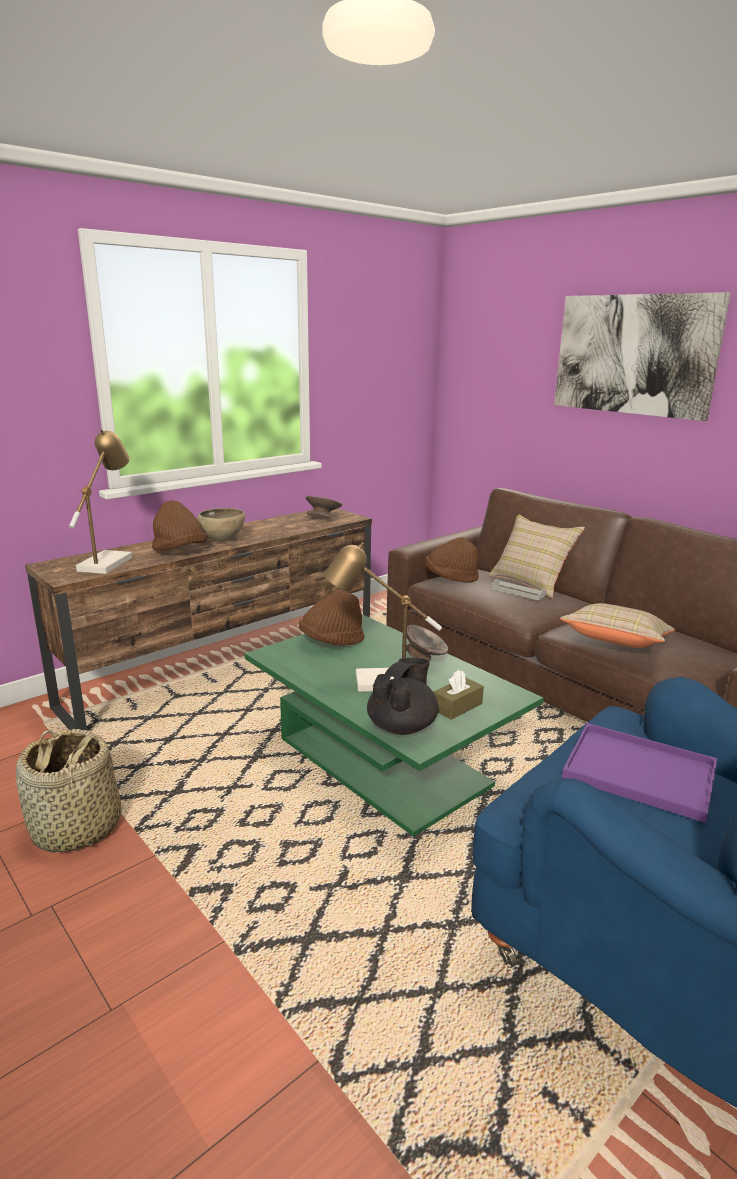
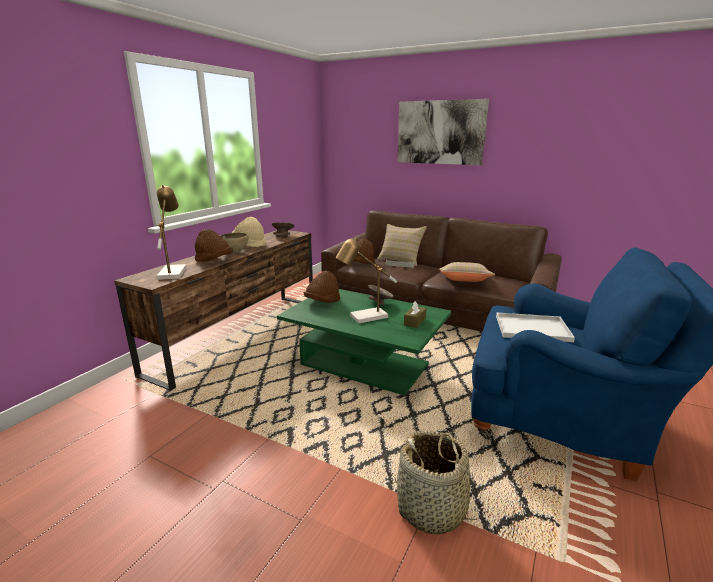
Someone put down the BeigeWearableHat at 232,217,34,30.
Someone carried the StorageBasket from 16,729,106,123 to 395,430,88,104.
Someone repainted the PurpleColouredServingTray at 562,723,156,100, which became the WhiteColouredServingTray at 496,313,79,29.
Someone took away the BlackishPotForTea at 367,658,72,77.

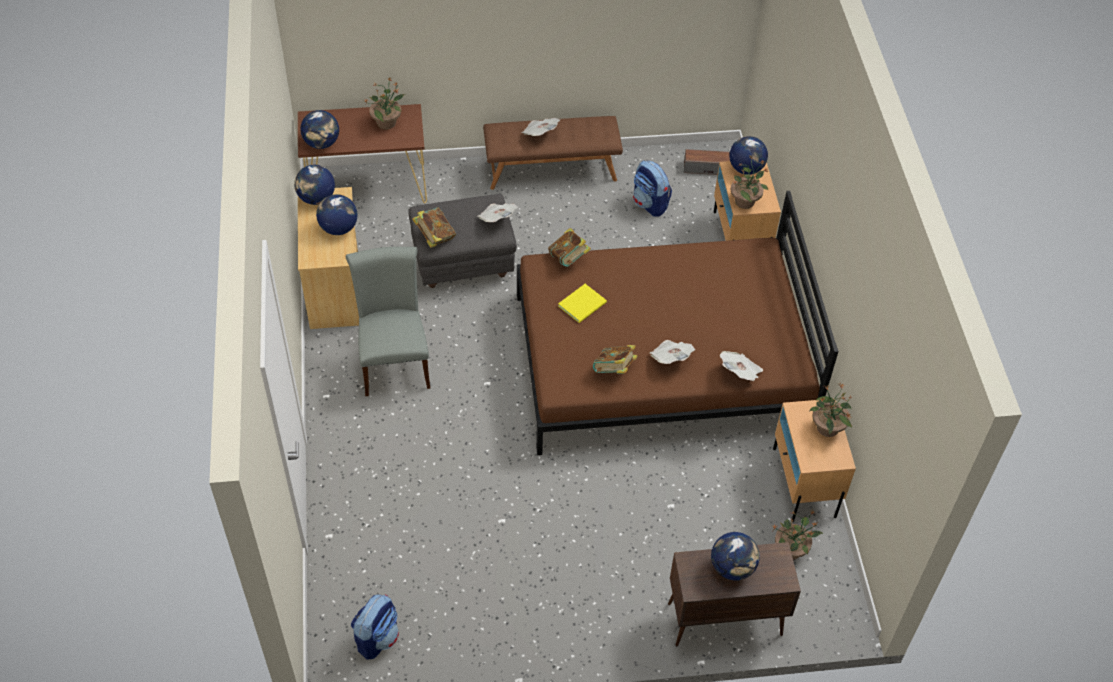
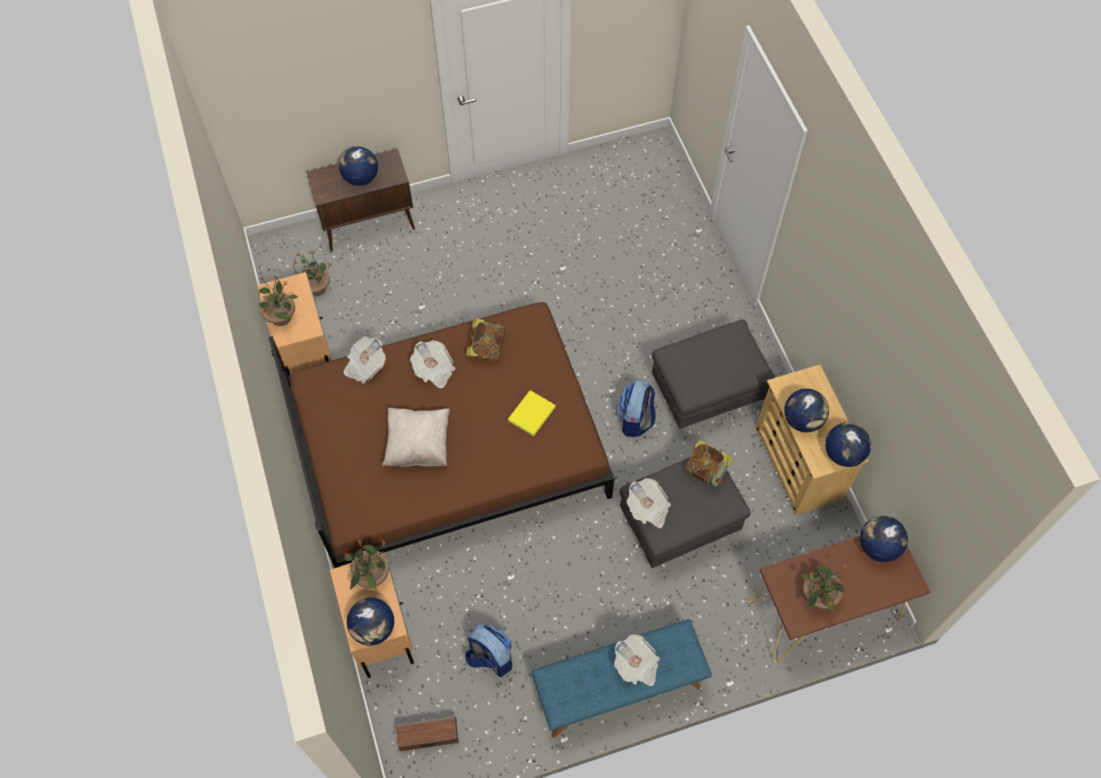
Someone put down the BeigeCushion at 382,408,68,59.
Someone repainted the BrownLongSeat at 483,116,140,74, which became the BluishLongSeat at 531,619,181,119.
Someone carried the Knapsack from 351,594,48,66 to 616,379,40,58.
Someone swapped the GreyishPlainChair at 346,247,85,149 for the GreyishFootrest at 652,319,123,110.
Someone took away the Volume at 548,228,43,39.

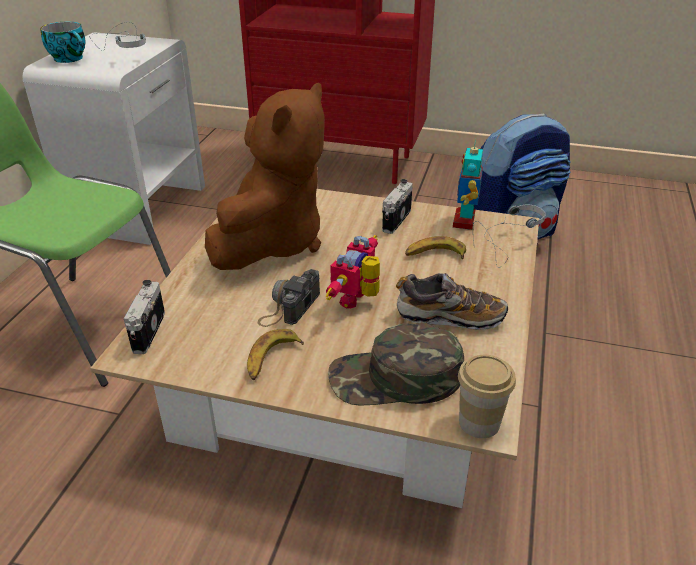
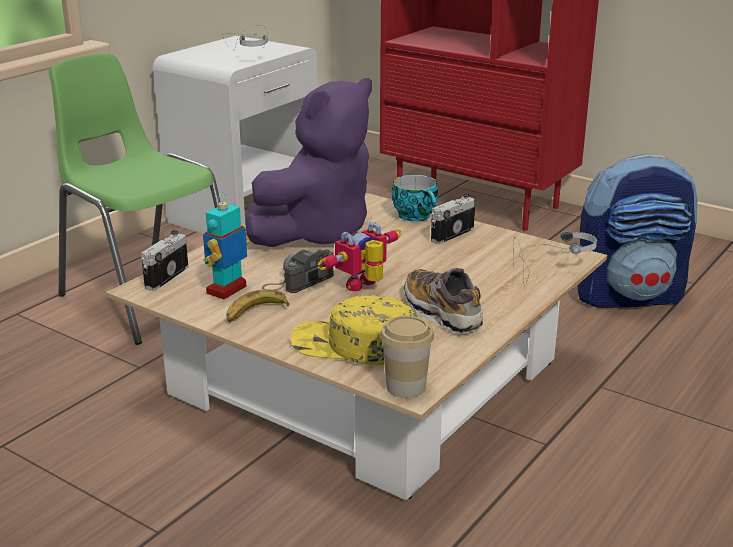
Someone carried the ToyRobot from 453,139,30,91 to 203,193,47,106.
Someone repainted the BrownCuddlyToy at 205,83,120,187, which became the PurpleColouredCuddlyToy at 246,78,126,169.
Someone repainted the GreenCap at 328,322,136,84, which became the YellowColouredCap at 291,295,126,70.
Someone carried the SmallCup from 40,22,46,41 to 392,175,46,47.
Someone rotated the Shoe at 396,273,112,57 by 150 degrees counterclockwise.
Someone took away the BananaFruit at 405,236,61,23.

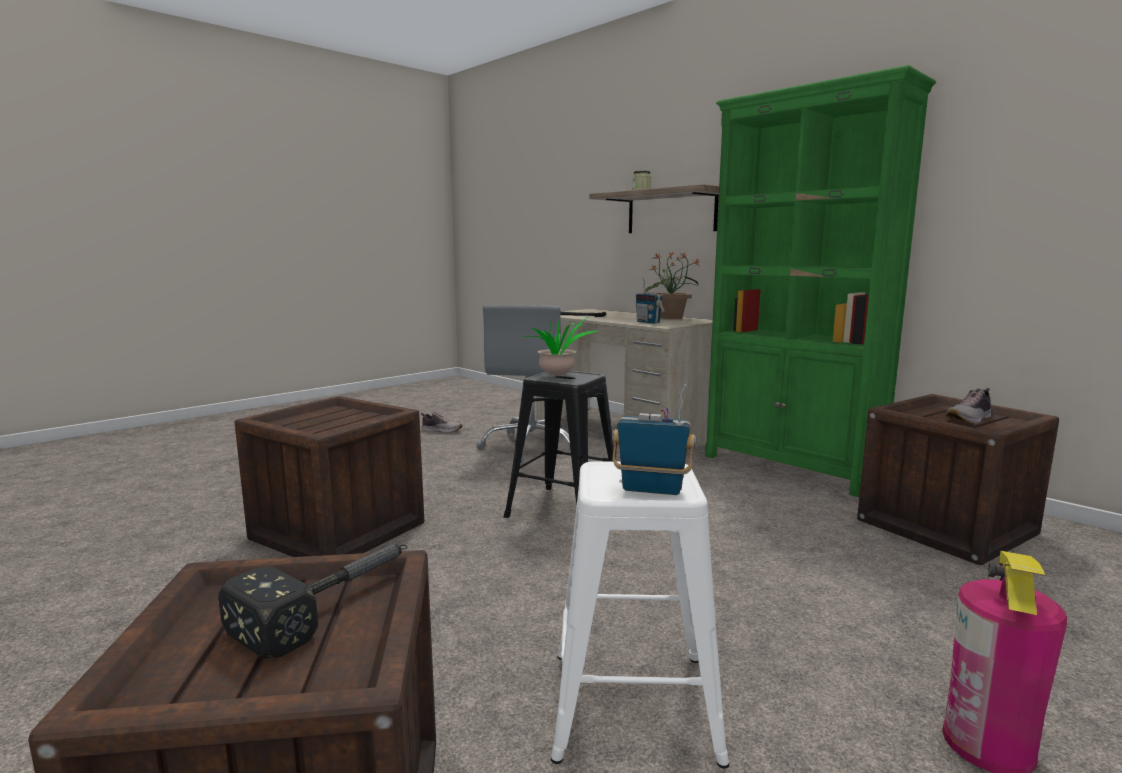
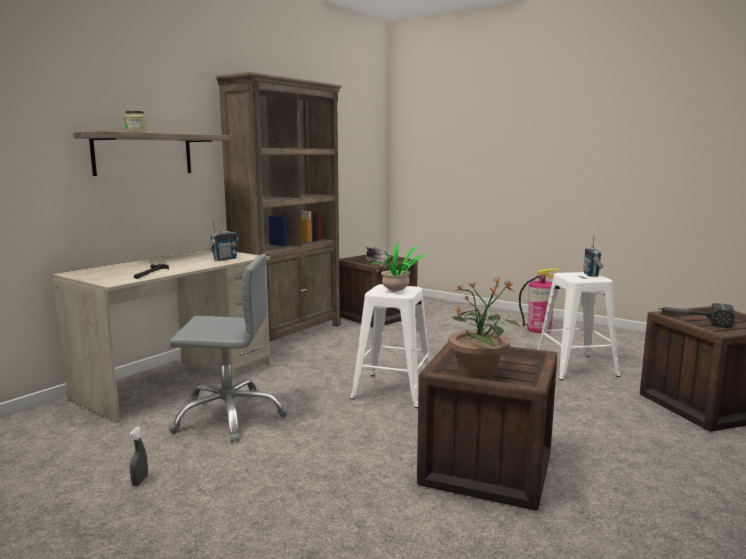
Someone swapped the Shoe at 421,413,41,20 for the GreyishSprayer at 129,427,19,59.
Someone repainted the GreenShelvingUnit at 705,65,231,432, which became the BrownShelvingUnit at 216,72,126,270.
Someone repainted the BlackishStoolSeat at 503,371,111,147, which became the WhiteColouredStoolSeat at 350,284,80,124.
Someone carried the PlantInAPot from 646,252,54,67 to 448,276,73,103.

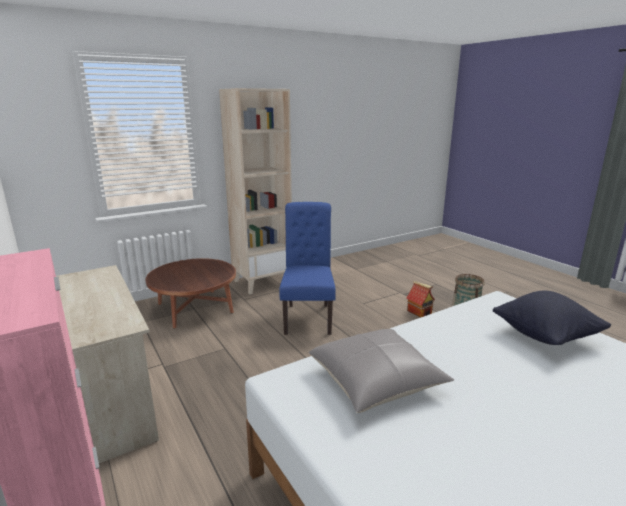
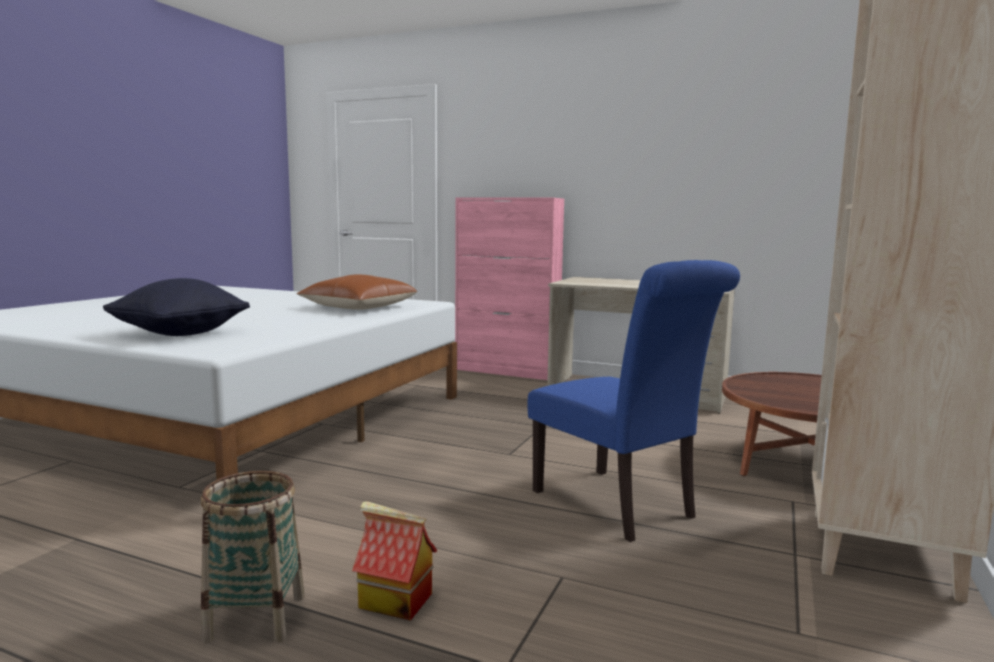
Someone repainted the GreyishCushion at 309,329,145,84, which became the BrownCushion at 296,275,121,35.

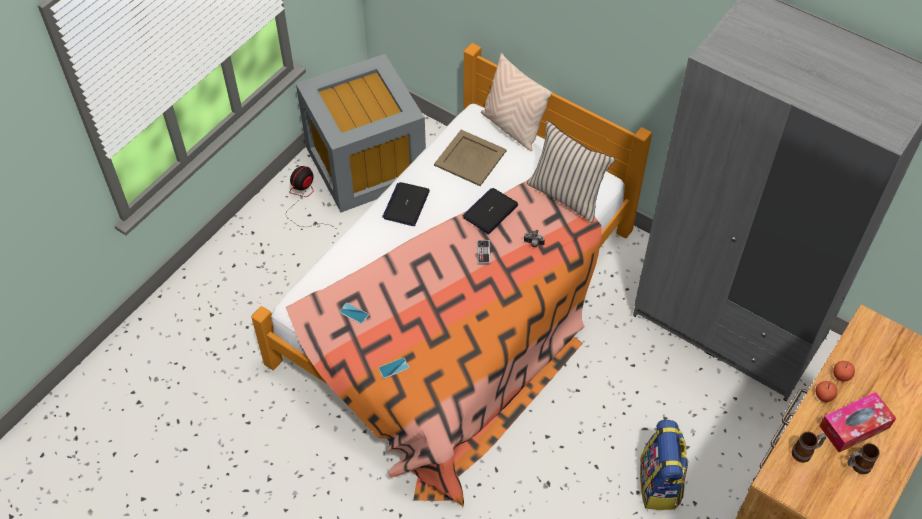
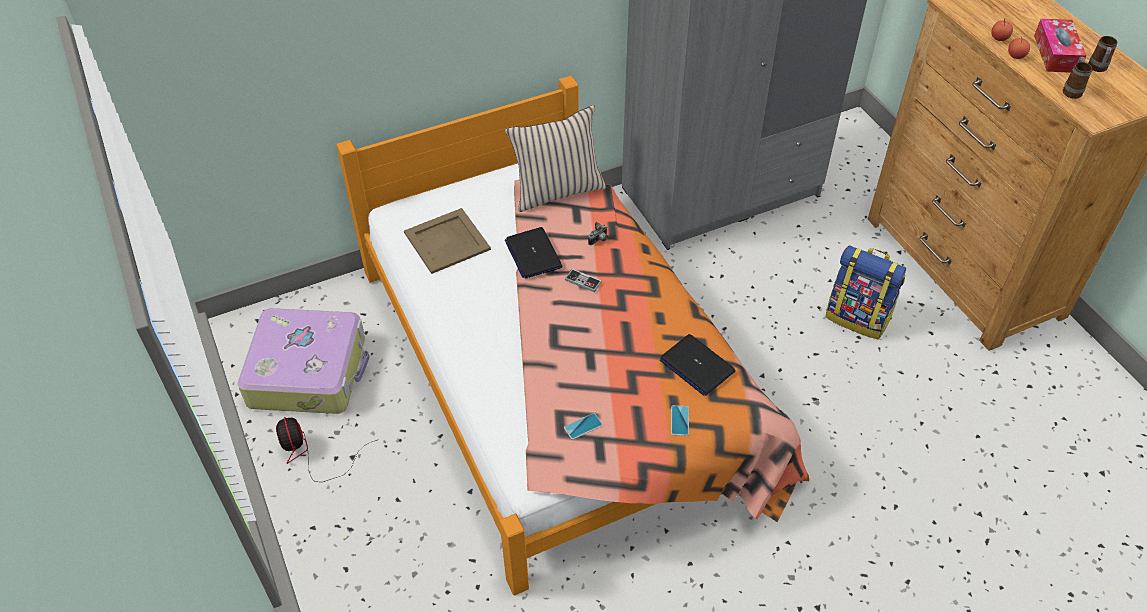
Someone swapped the GreyishStorageBox at 296,54,130,158 for the TravelCase at 238,308,132,106.
Someone carried the Laptop from 382,182,48,44 to 660,334,76,62.
Someone took away the BeigeCushion at 481,53,72,98.

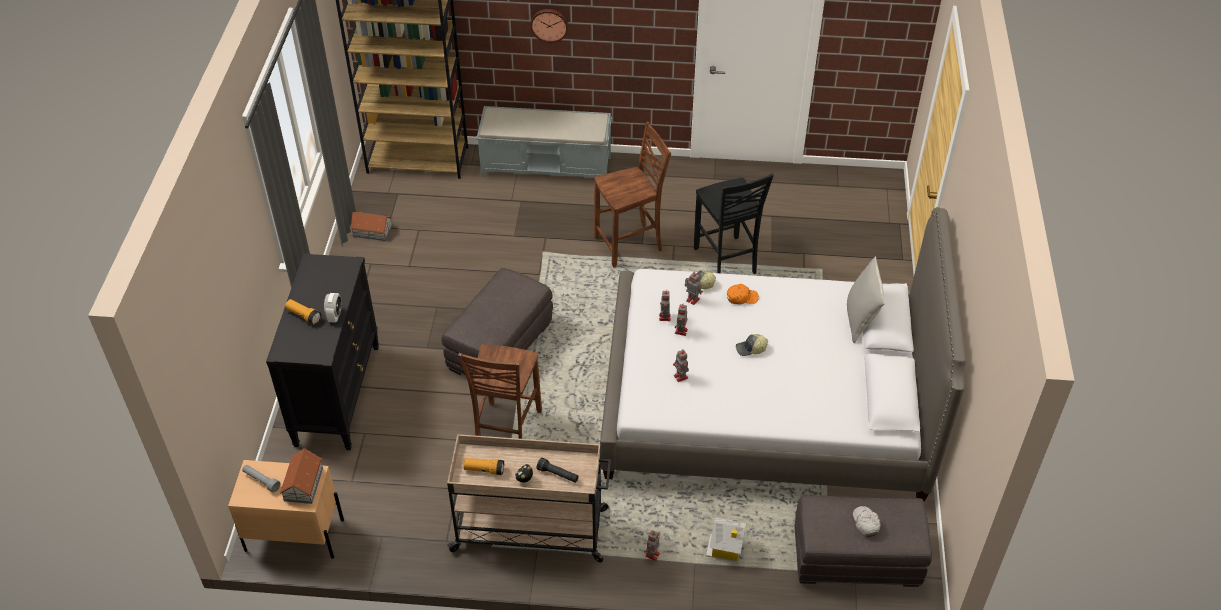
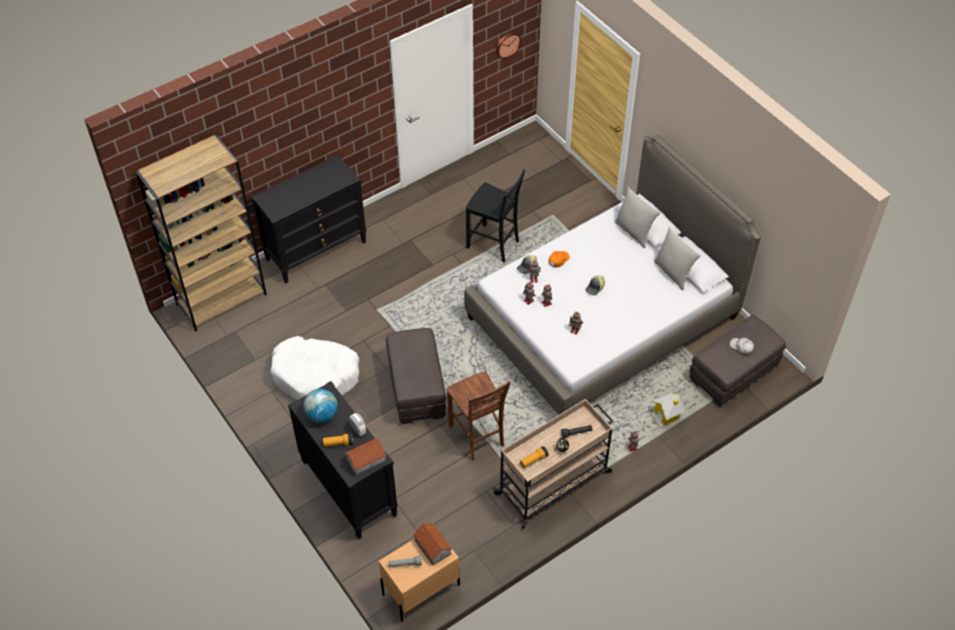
Someone swapped the GreyishLongSeat at 476,106,136,72 for the BlackishDresser at 251,155,115,128.
Someone put down the WhiteColouredPetBed at 270,336,89,64.
Someone put down the DeskGlobe at 303,389,35,34.
Someone carried the MiniatureHouse from 350,212,43,29 to 344,438,43,38.
Someone carried the WallClock from 530,9,38,34 to 496,32,25,27.
Someone put down the GreyishCushion at 654,227,47,63.
Someone took away the BrownPlainChair at 594,122,77,146.

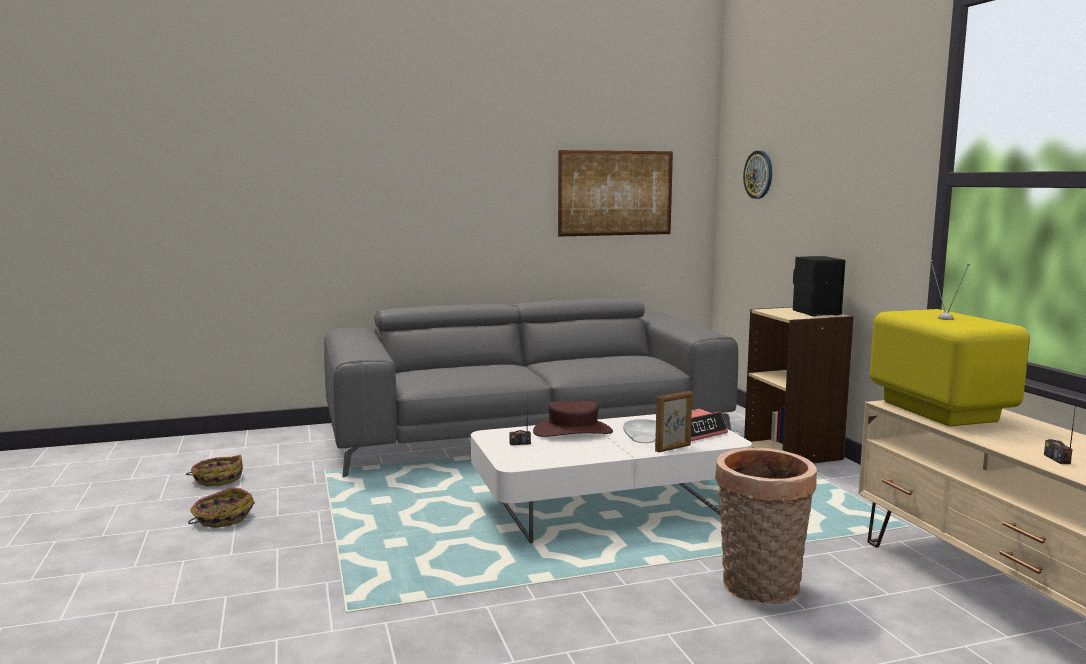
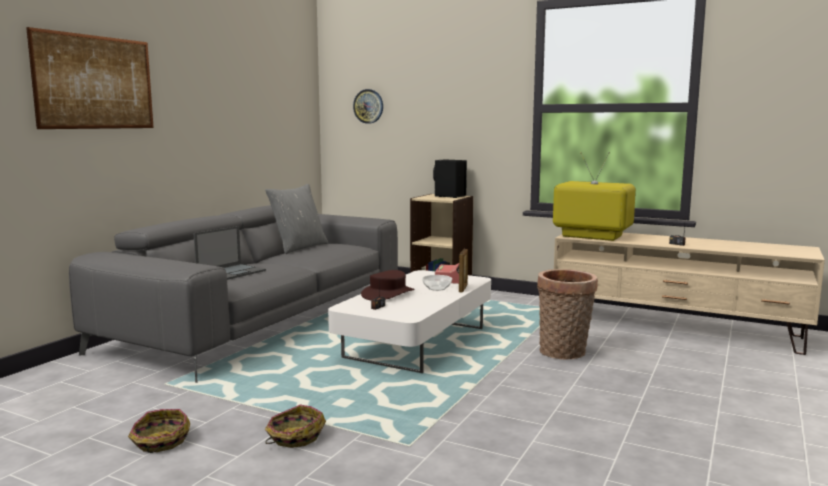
Someone carried the WallArt from 558,150,115,86 to 26,27,128,102.
Someone put down the Laptop at 193,226,73,54.
Someone put down the GreyishCushion at 265,184,63,70.
Someone carried the StorageBasket from 185,455,58,31 to 265,404,61,44.

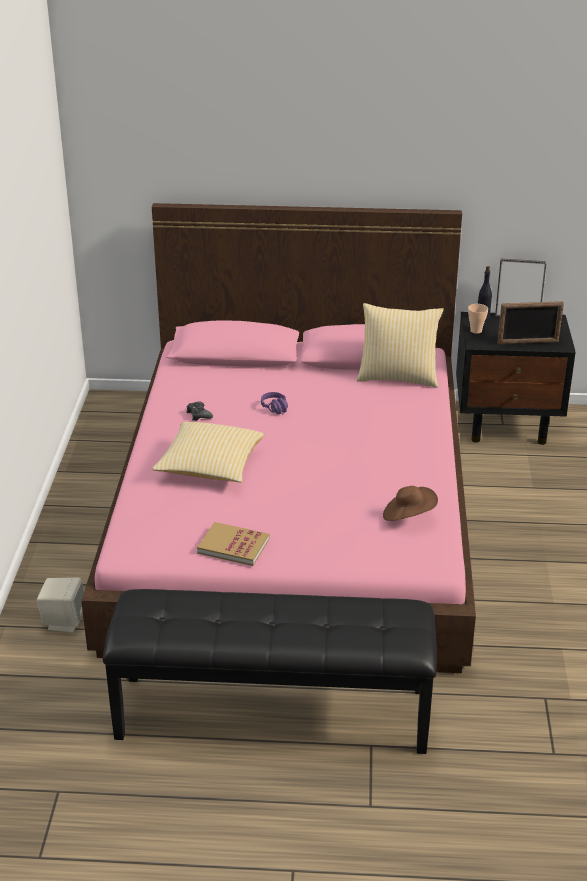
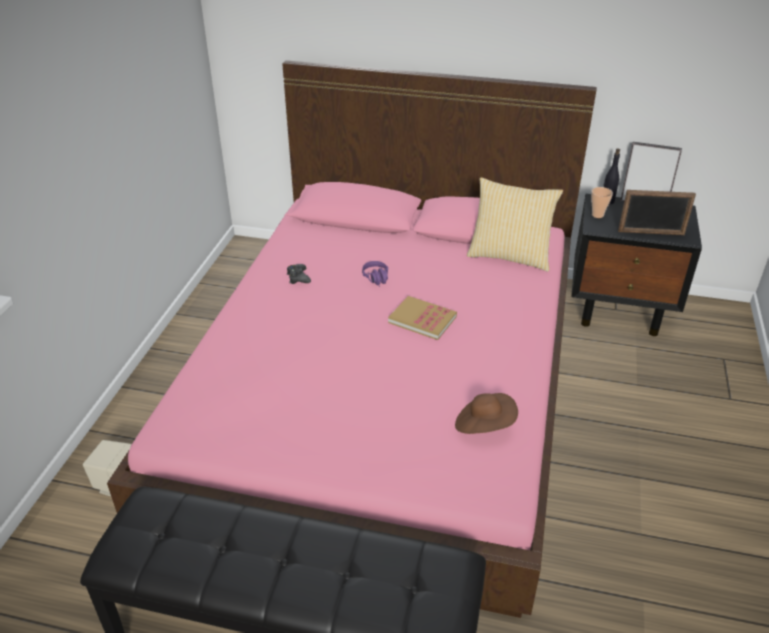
Someone carried the Volume from 197,522,72,44 to 388,296,69,44.
Someone took away the Cushion at 152,422,112,61.

